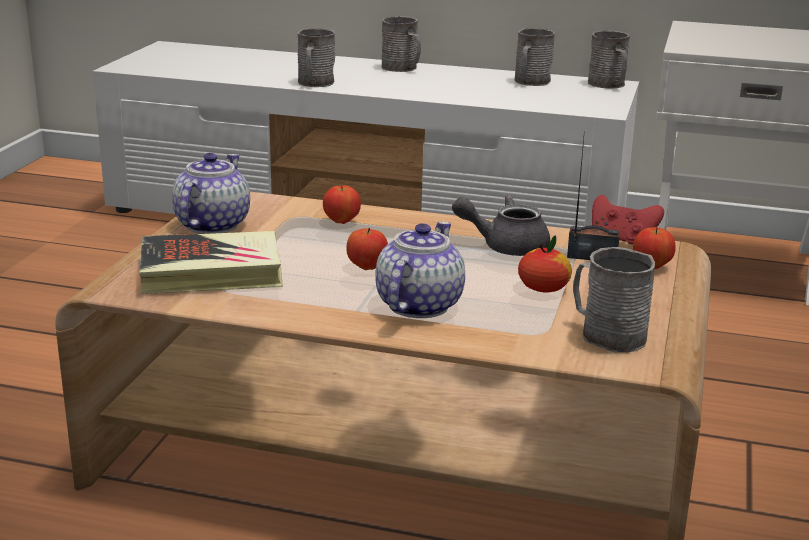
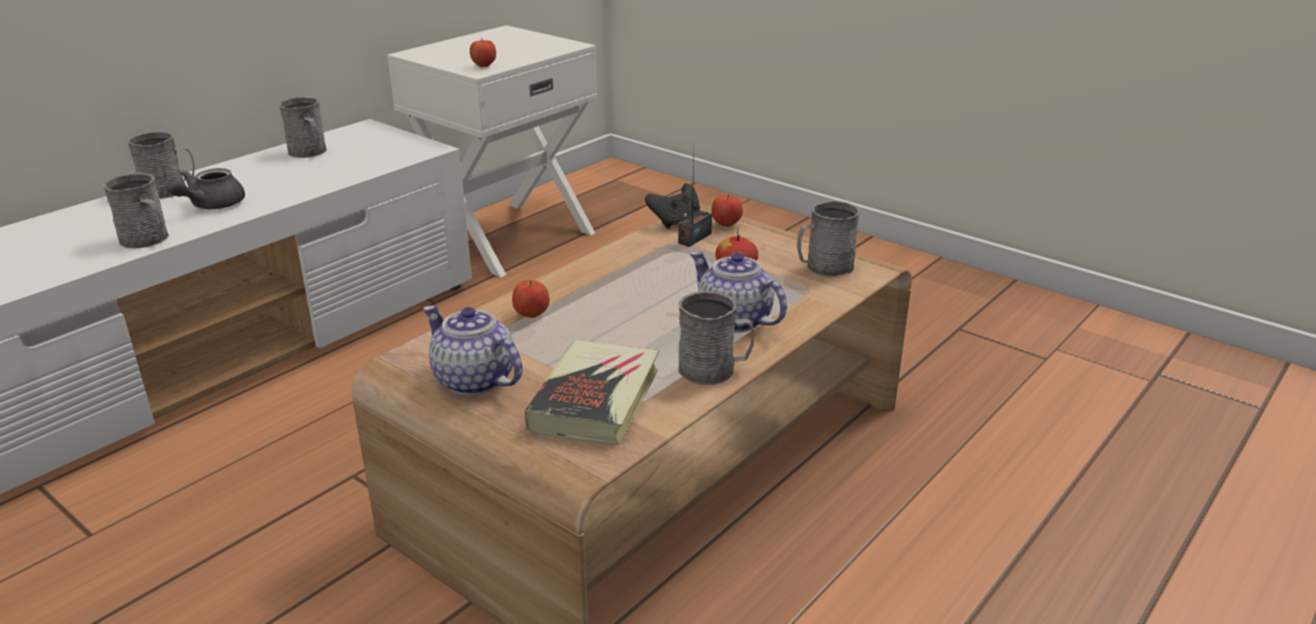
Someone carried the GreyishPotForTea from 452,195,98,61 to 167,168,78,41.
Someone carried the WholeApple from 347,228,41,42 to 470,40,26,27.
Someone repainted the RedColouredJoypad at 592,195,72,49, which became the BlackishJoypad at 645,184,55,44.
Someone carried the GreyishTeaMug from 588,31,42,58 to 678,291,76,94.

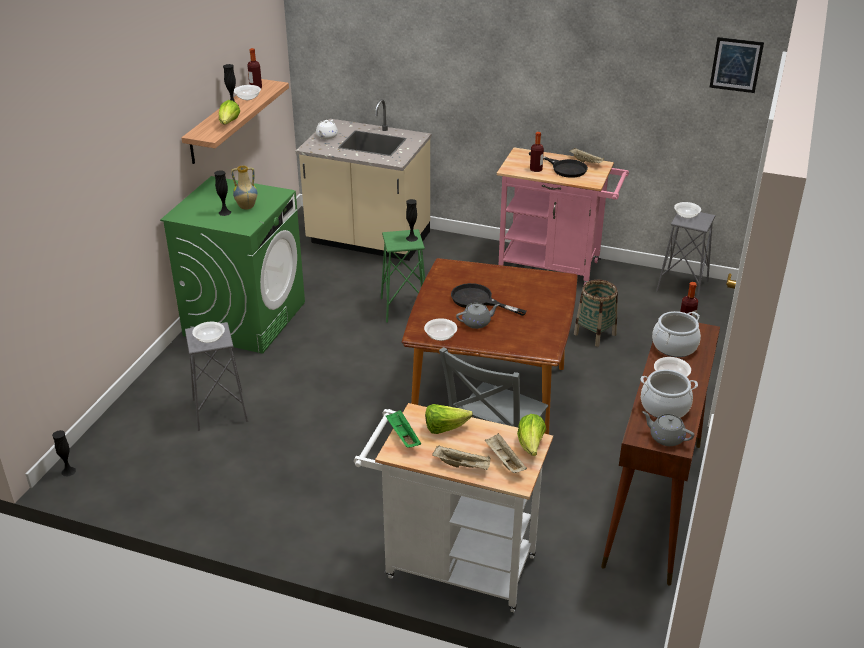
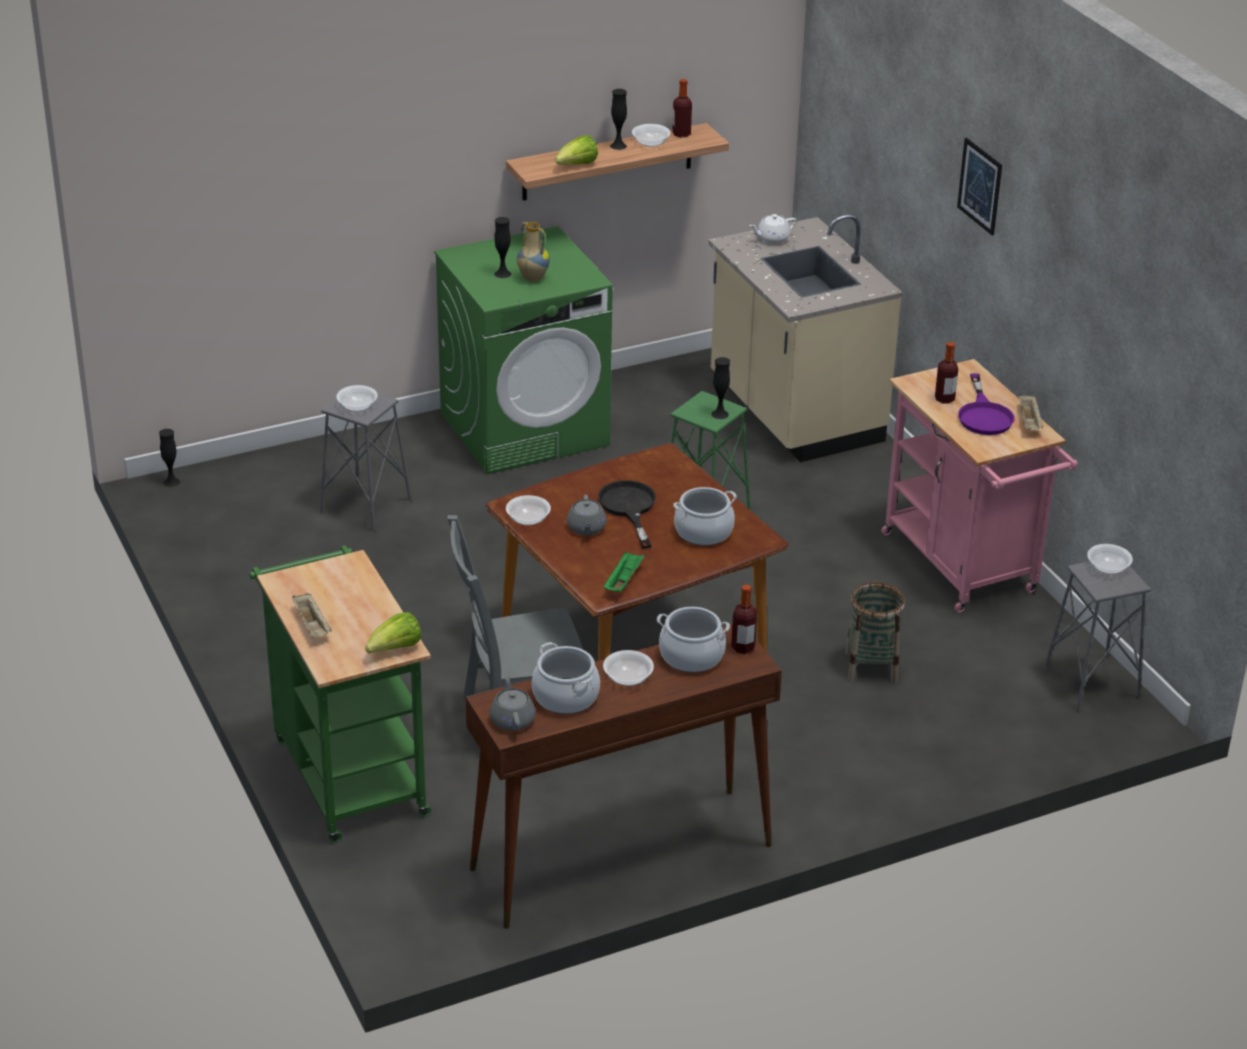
Someone repainted the WhiteColouredTrolley at 354,403,199,209, which became the GreenTrolley at 249,545,182,298.
Someone rotated the GreyishPotForTea at 456,303,44,26 by 60 degrees clockwise.
Someone carried the GreenServingTray from 386,409,35,39 to 603,552,42,40.
Someone put down the Saucepot at 673,487,64,59.
Someone carried the WallArt from 709,37,55,56 to 957,137,45,99.
Someone repainted the BlackishFryingPan at 529,152,59,26, which became the PurpleColouredFryingPan at 958,373,56,62.
Someone took away the HeadOfLettuce at 425,404,48,30.
Someone took away the BeigeServingTray at 485,433,42,40.

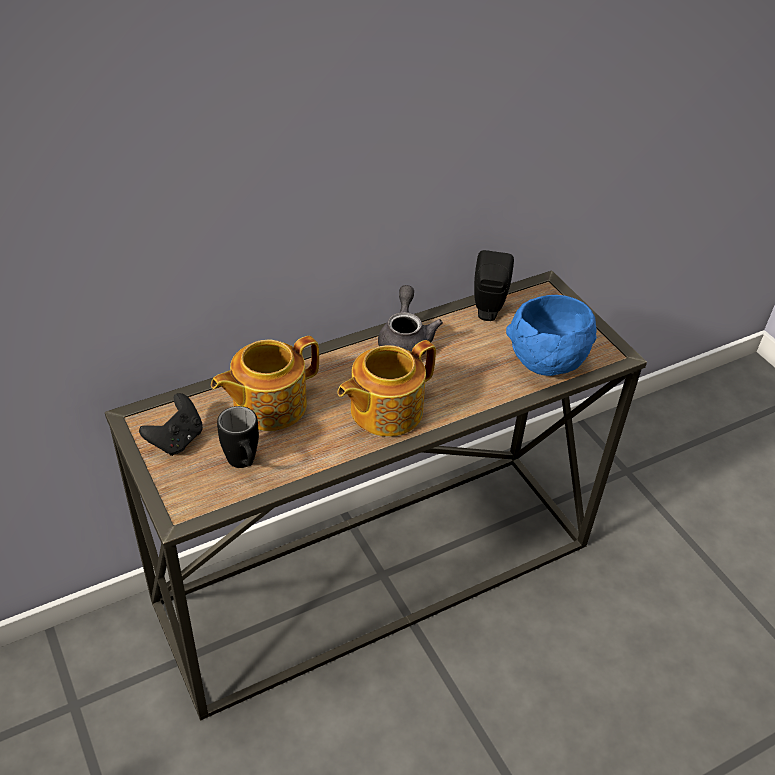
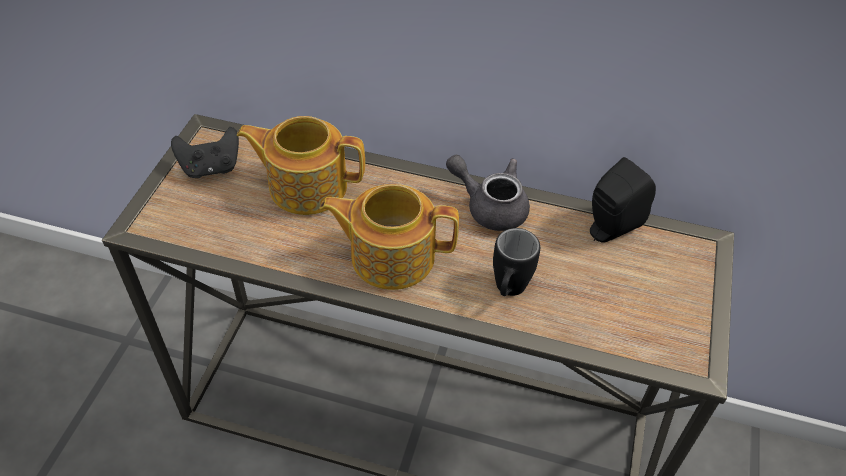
Someone rotated the GreyishPotForTea at 378,285,65,70 by 105 degrees counterclockwise.
Someone carried the BlackishTeaMug from 217,406,42,62 to 493,228,47,68.
Someone took away the BluishServingBowl at 506,295,91,81.

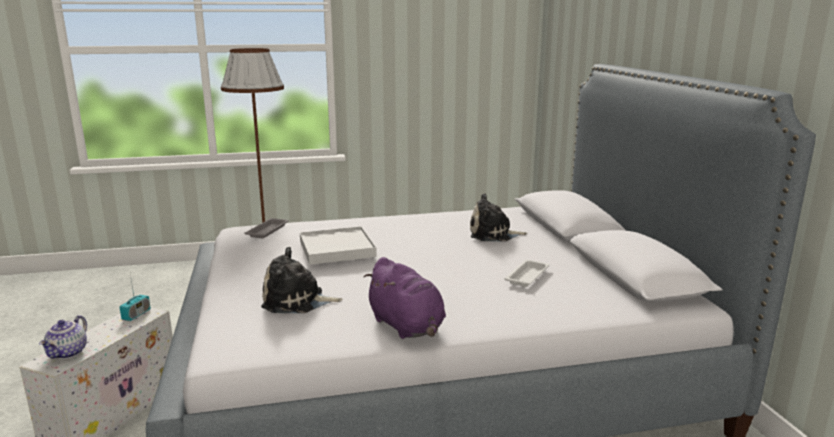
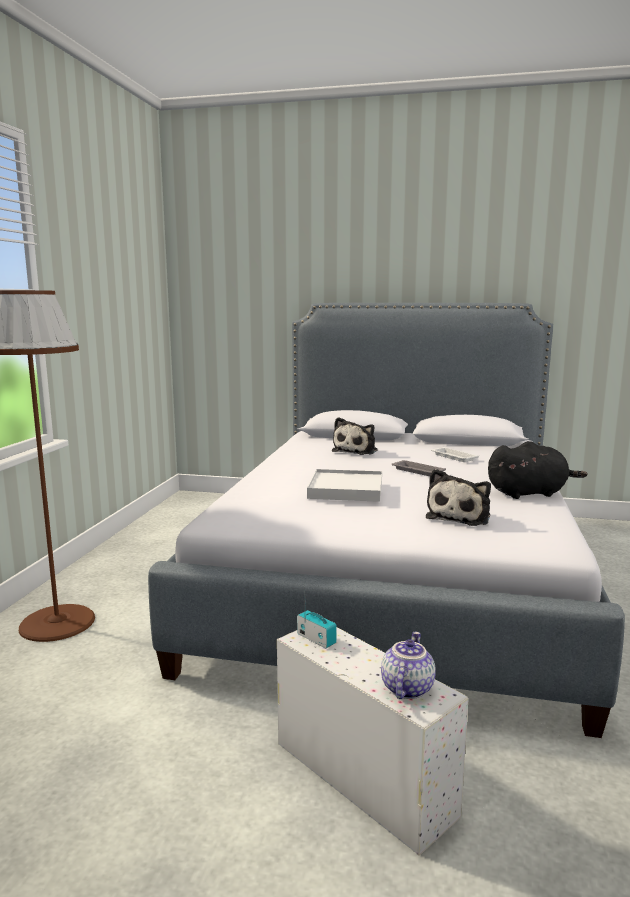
Someone rotated the PotForTea at 39,315,48,44 by 105 degrees counterclockwise.
Someone carried the GreyishServingTray from 244,218,45,20 to 392,460,54,16.
Someone repainted the PurpleColouredCuddlyToy at 364,257,82,82, which became the BlackishCuddlyToy at 488,441,99,58.

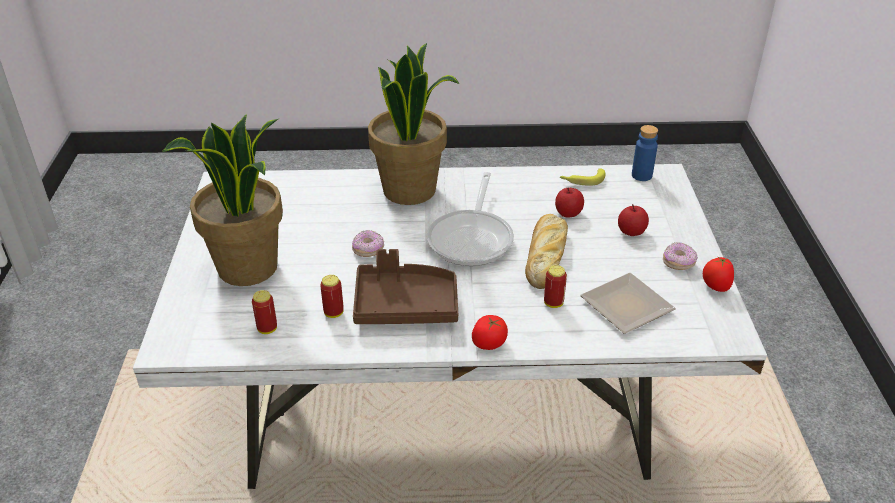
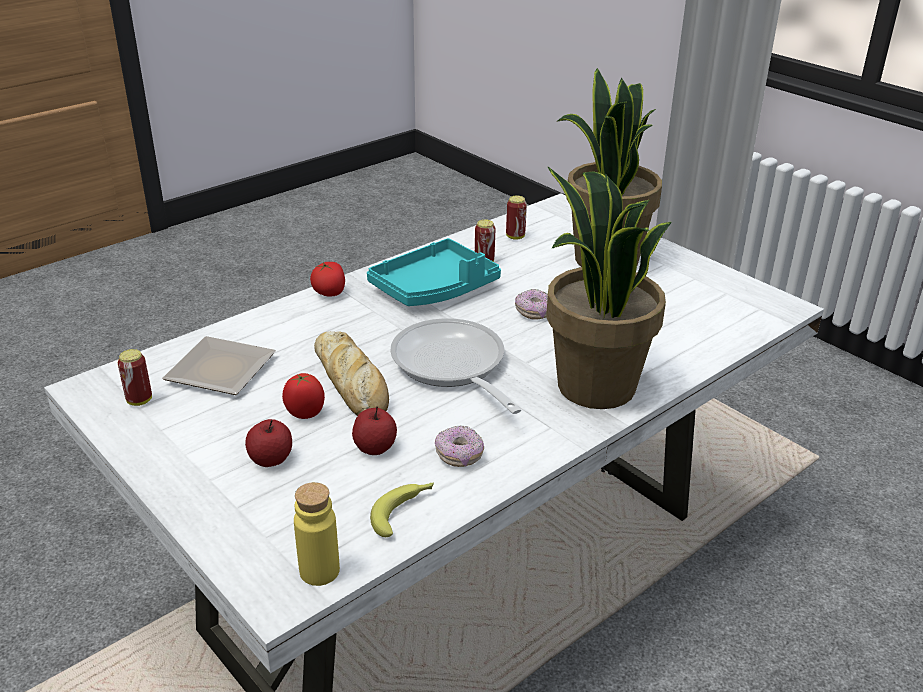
Someone carried the Can from 544,265,23,43 to 118,349,34,57.
Someone carried the Tomato from 703,257,31,35 to 282,373,43,46.
Someone repainted the BluishBeverageBottle at 632,125,26,56, which became the YellowColouredBeverageBottle at 294,482,46,104.
Someone repainted the BrownServingTray at 353,249,105,75, which became the BlueGreenServingTray at 367,238,134,68.
Someone carried the RingDoughnut from 663,242,35,28 to 435,425,49,42.

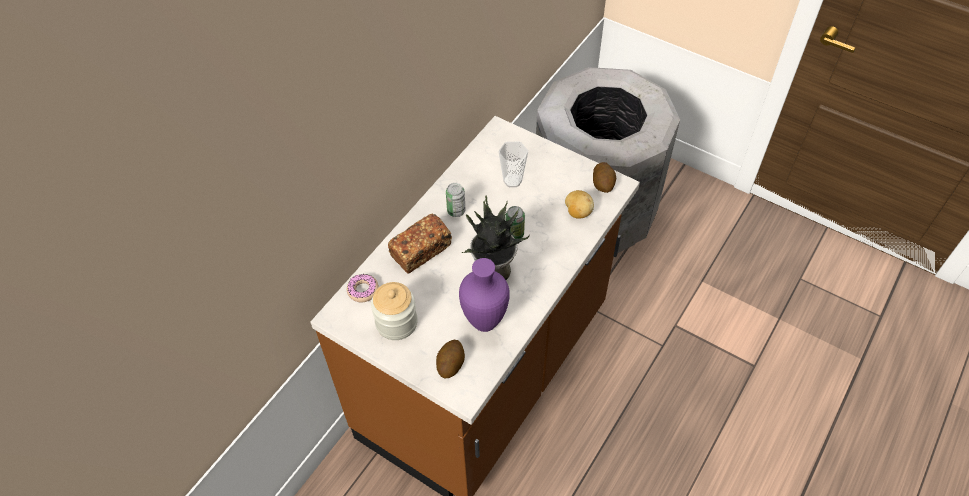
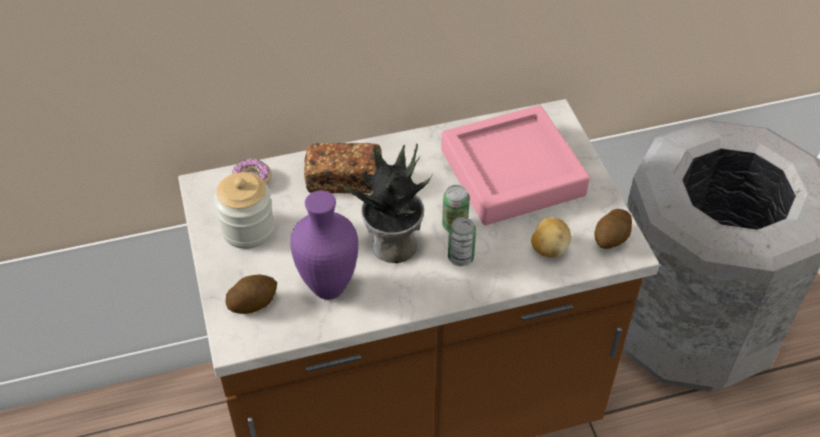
Someone swapped the SmallCup at 499,141,29,46 for the PinkServingTray at 441,105,149,120.
Someone carried the Can from 446,183,20,34 to 448,217,28,49.

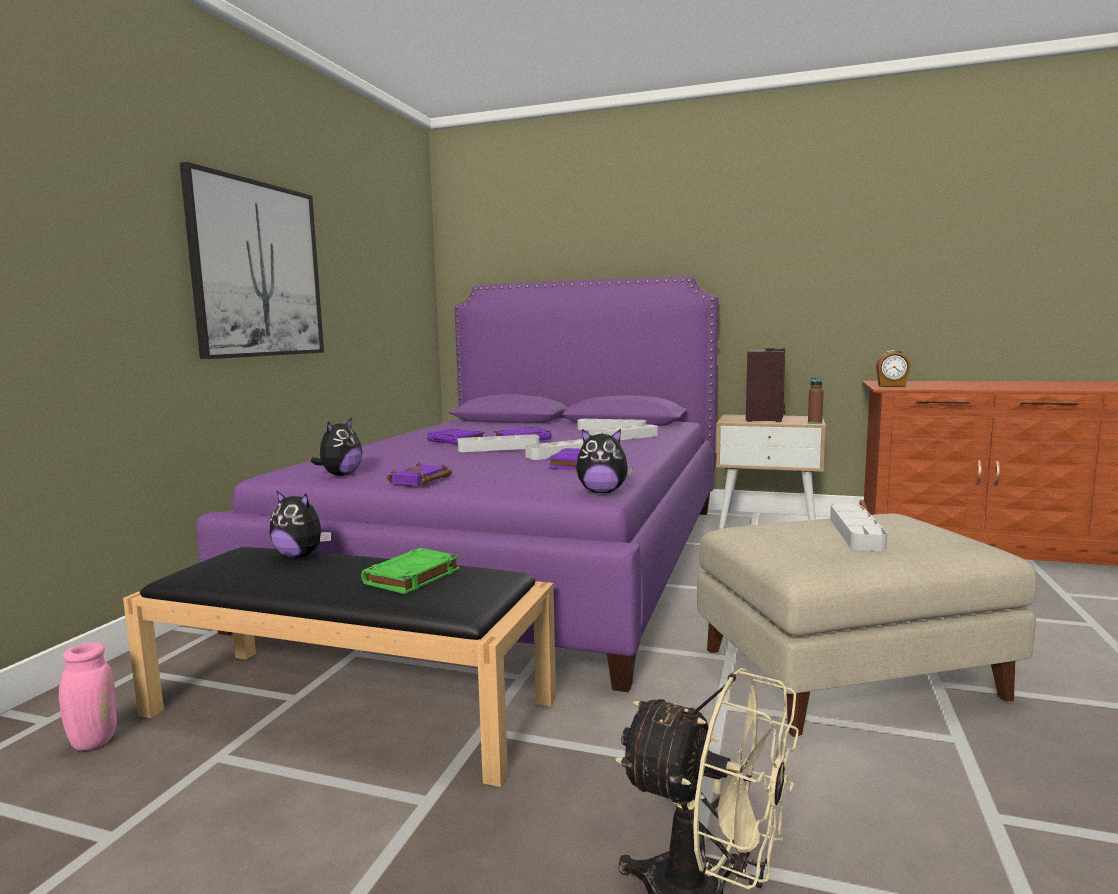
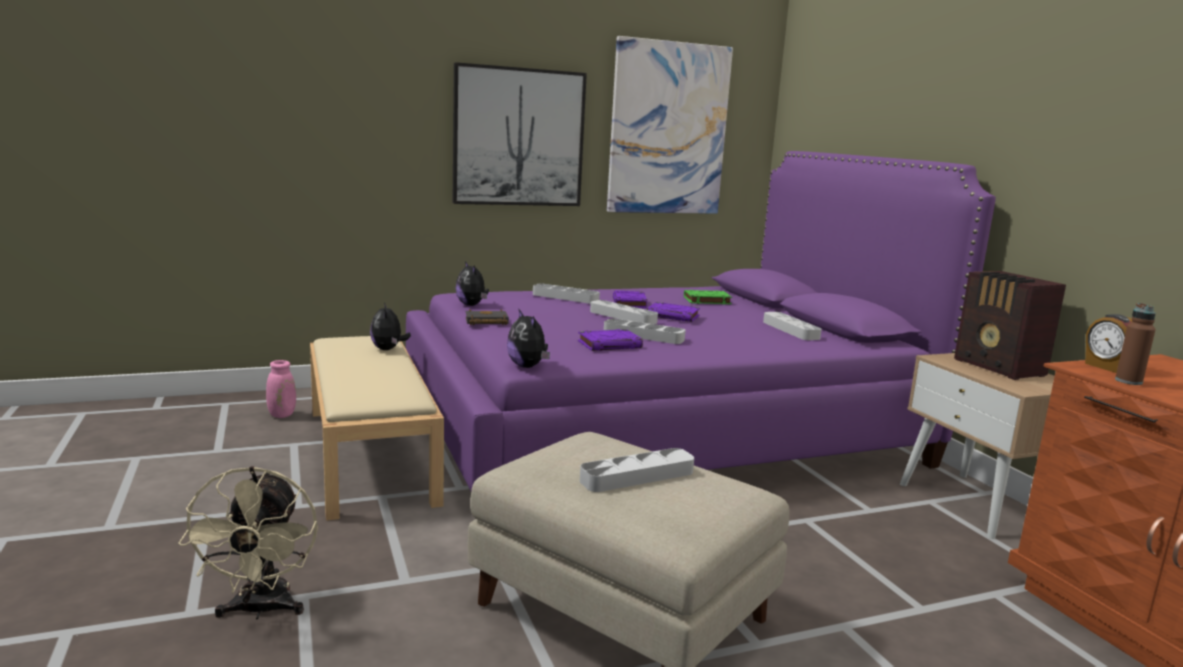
Someone repainted the BlackishLongSeat at 123,547,433,240, which became the BeigeLongSeat at 310,336,134,185.
Someone rotated the CuddlyToy at 311,417,51,59 by 75 degrees clockwise.
Someone repainted the PurpleColouredVolume at 387,463,65,23, which became the BlackishVolume at 465,309,44,16.
Someone carried the GreyishServingTray from 588,424,70,16 to 533,283,67,21.
Someone put up the WallArt at 607,36,126,178.
Someone carried the GreenVolume from 361,548,99,46 to 684,290,48,15.
Someone rotated the RadioReceiver at 746,348,40,74 by 90 degrees clockwise.
Someone carried the BrownBeverageBottle from 808,377,16,47 to 1115,303,40,82.

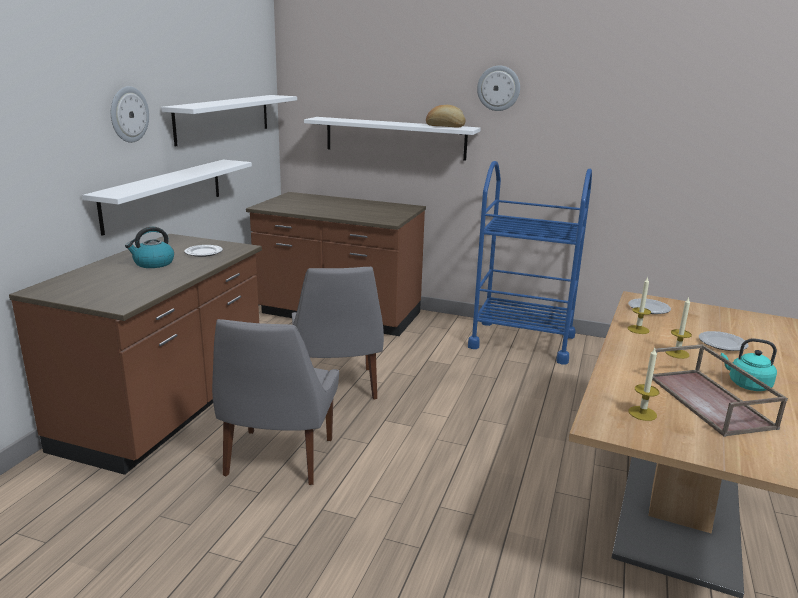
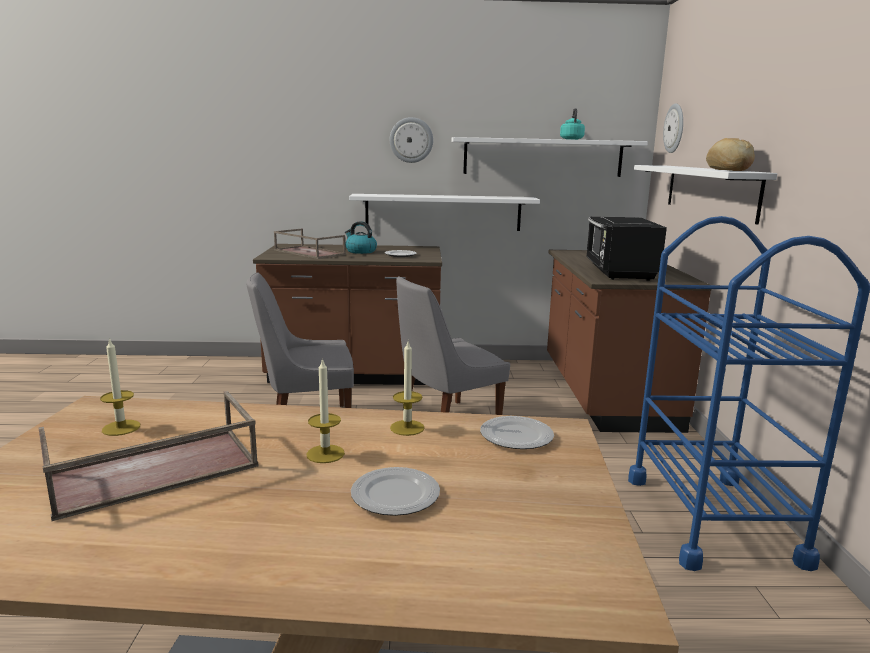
Someone put down the BrownServingTray at 274,229,72,30.
Someone carried the BlueGreenWaterKettle from 721,338,56,53 to 560,108,25,32.
Someone put down the BlackishKitchenMicrowave at 586,217,81,64.
Someone carried the WallClock from 477,66,43,45 to 663,103,20,50.

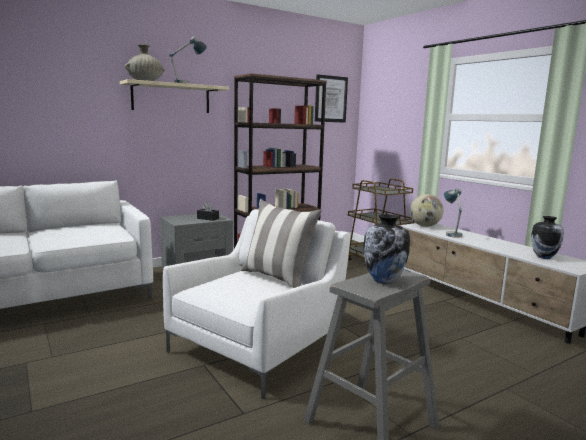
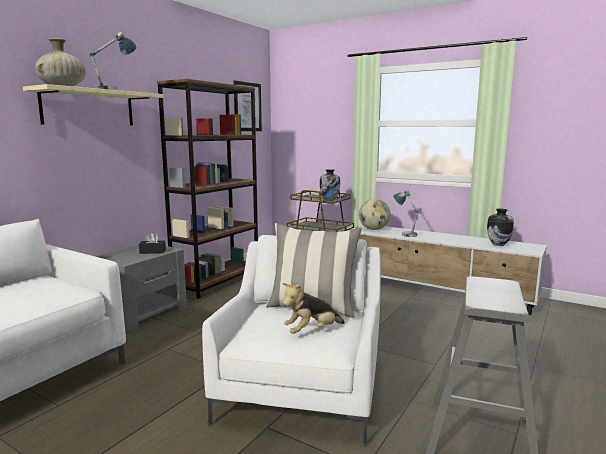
Someone put down the CuddlyToy at 283,283,62,51.
Someone carried the Vase from 363,214,47,70 to 320,169,20,32.

